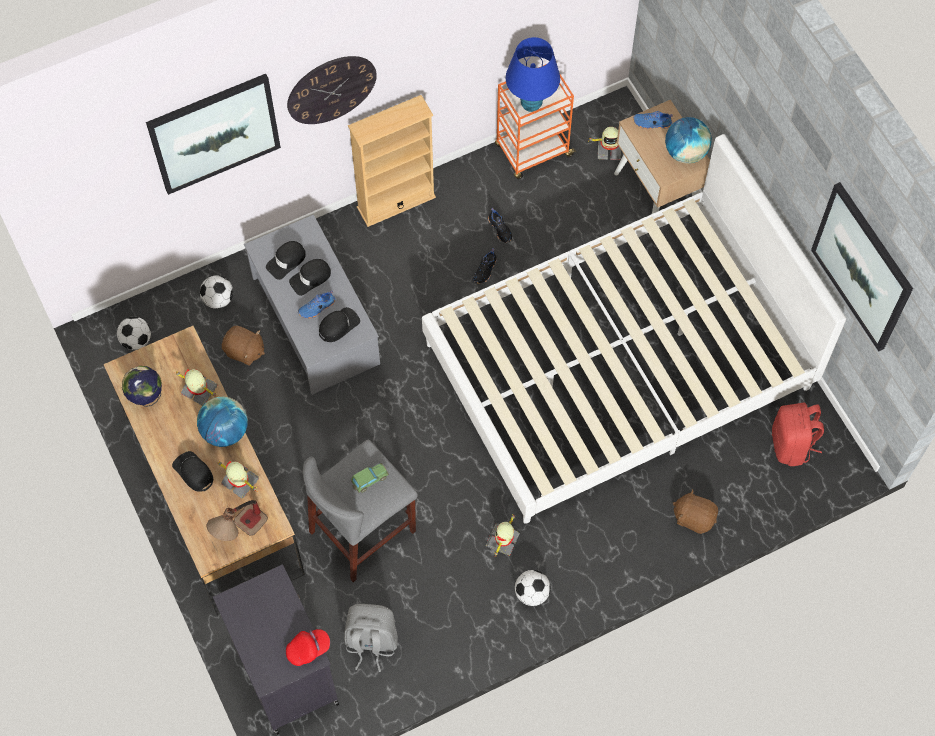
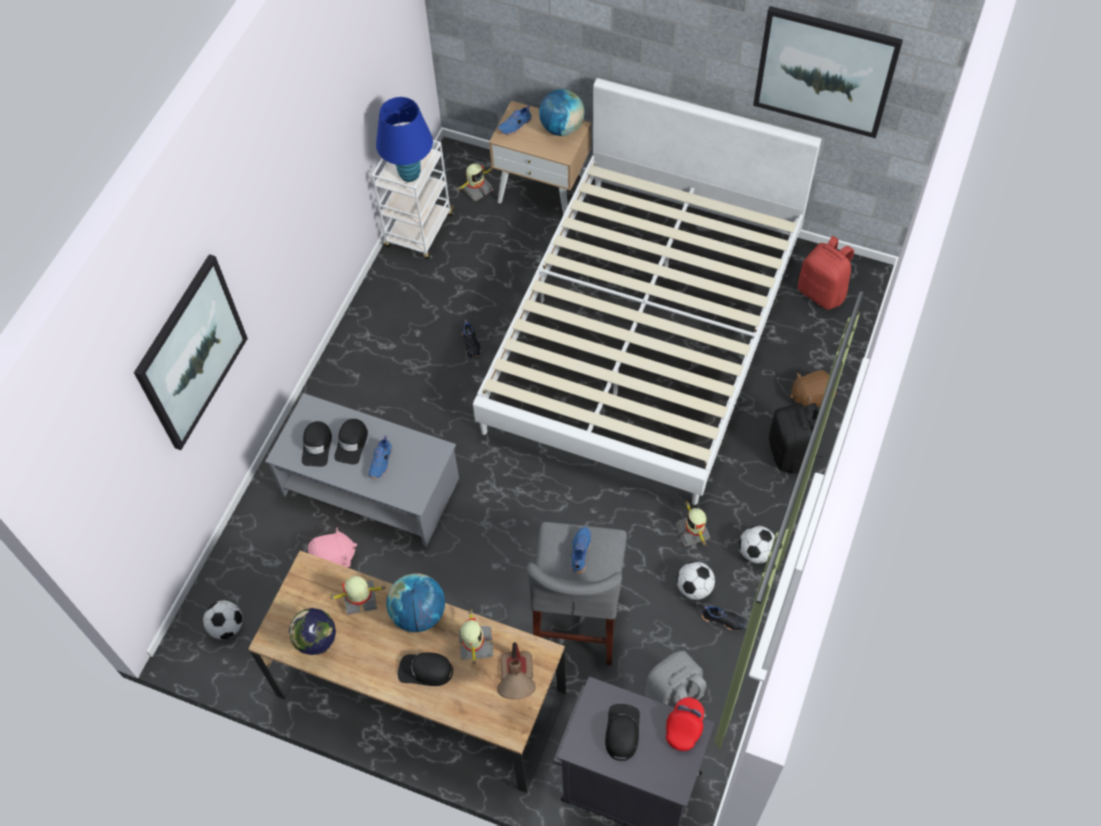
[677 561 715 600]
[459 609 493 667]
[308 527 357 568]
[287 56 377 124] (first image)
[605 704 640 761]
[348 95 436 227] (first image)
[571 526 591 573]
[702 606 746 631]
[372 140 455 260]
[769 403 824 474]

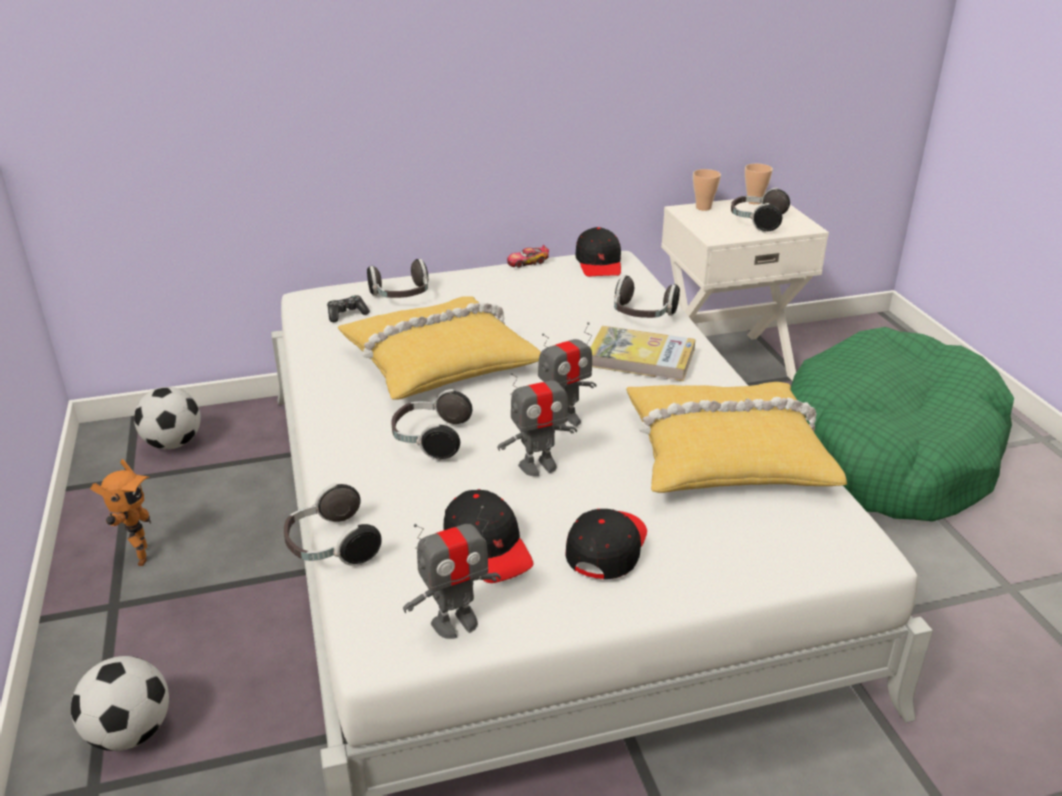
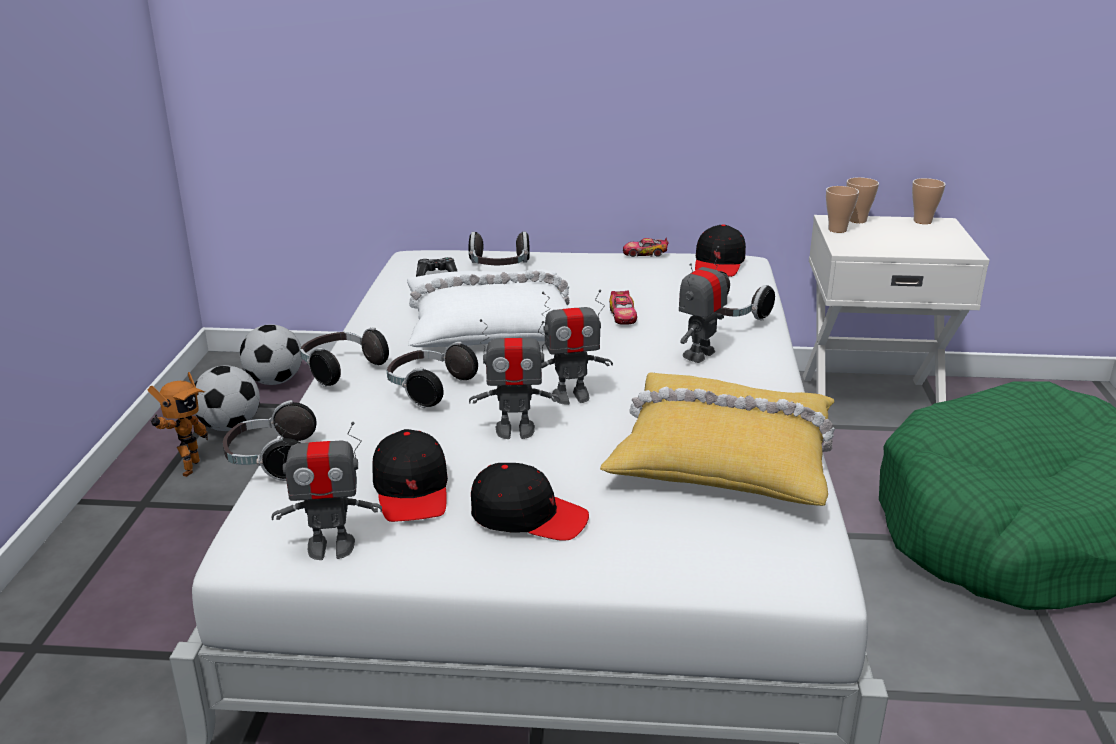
[195 365 260 431]
[407 269 570 347]
[471 463 589 541]
[679 246 727 363]
[300 327 389 387]
[609 290 637 325]
[826 186 859 233]

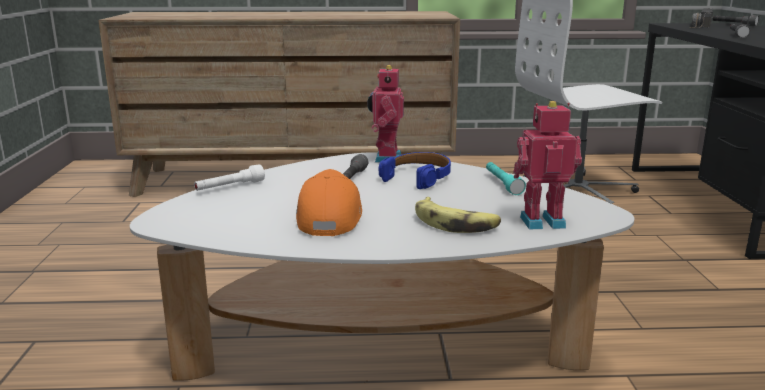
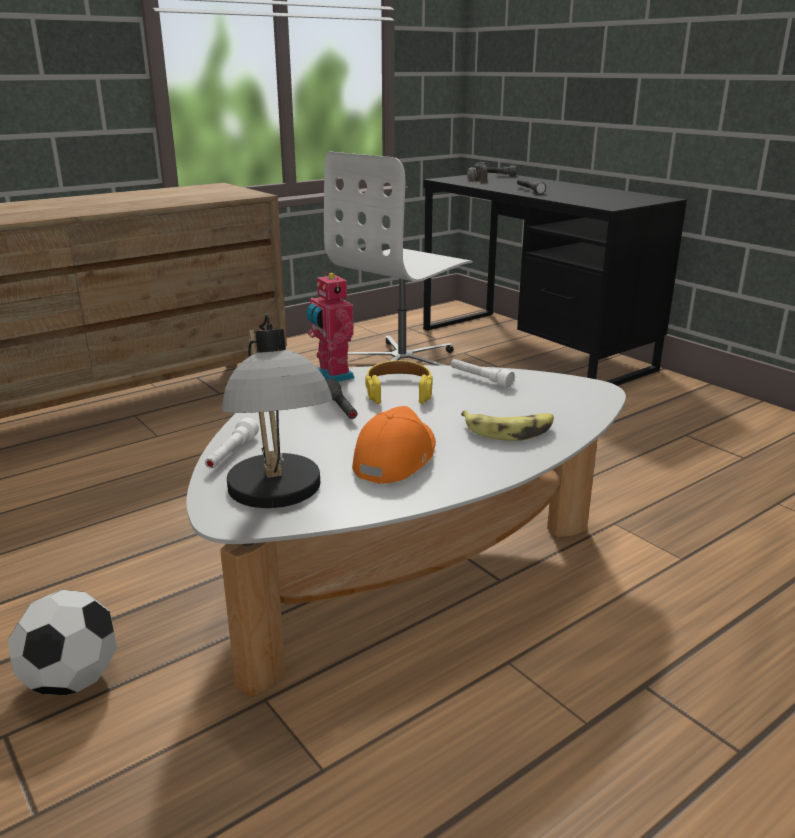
[352 406 436 484]
[365 361 433 404]
[451 359 515 388]
[513 101 582 229] (first image)
[8 590 117 695]
[222 313 332 508]

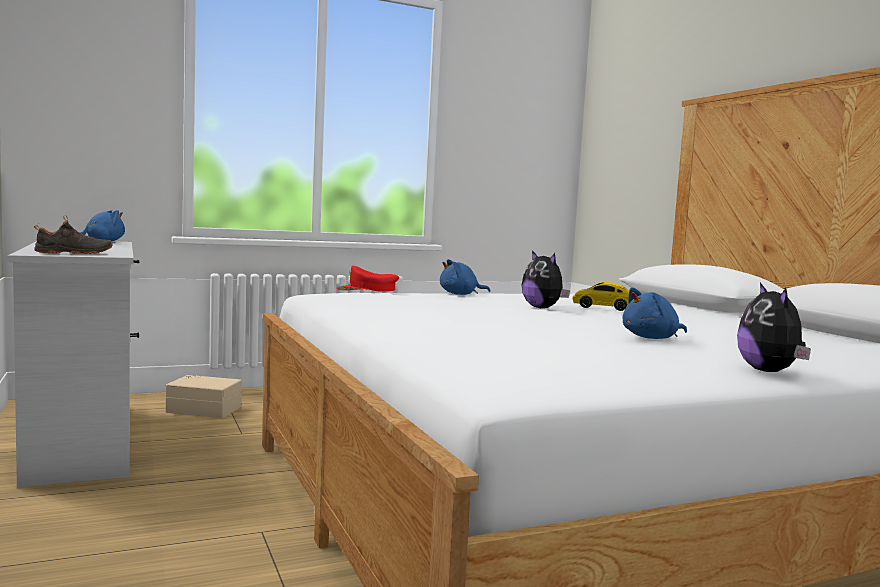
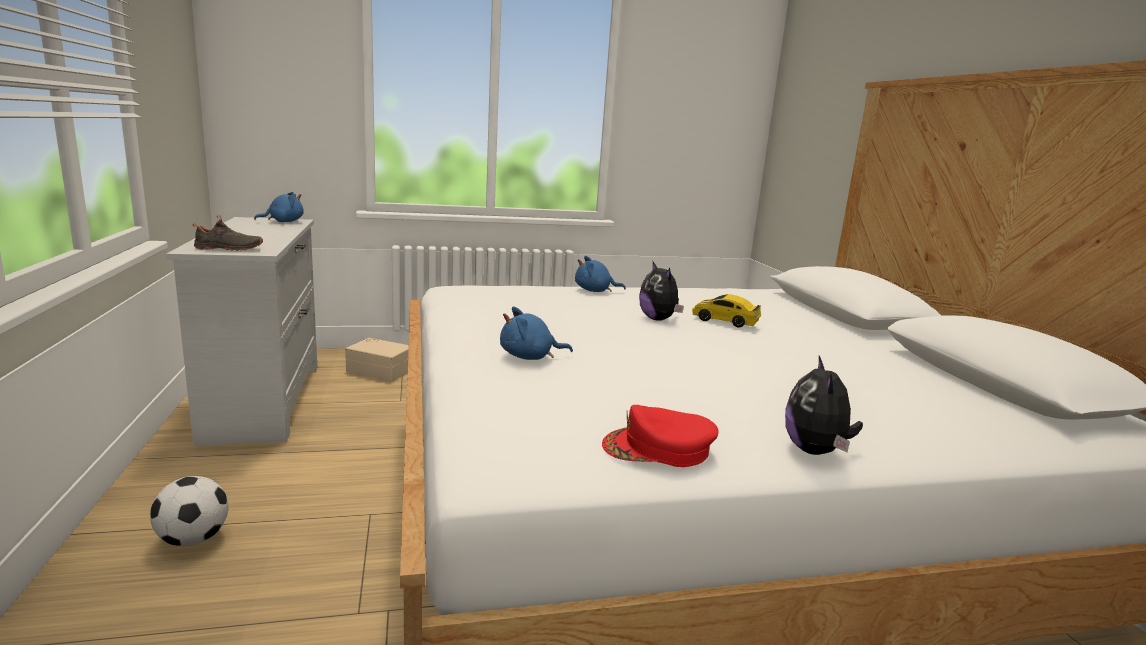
[602 405 719 467]
[500 306 573 360]
[150 476 228 546]

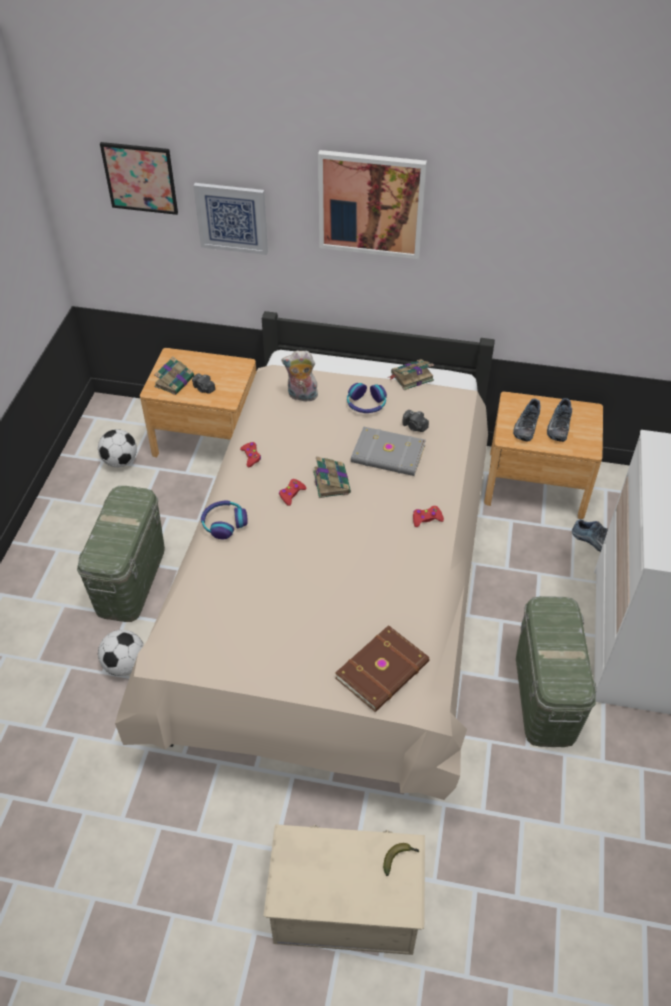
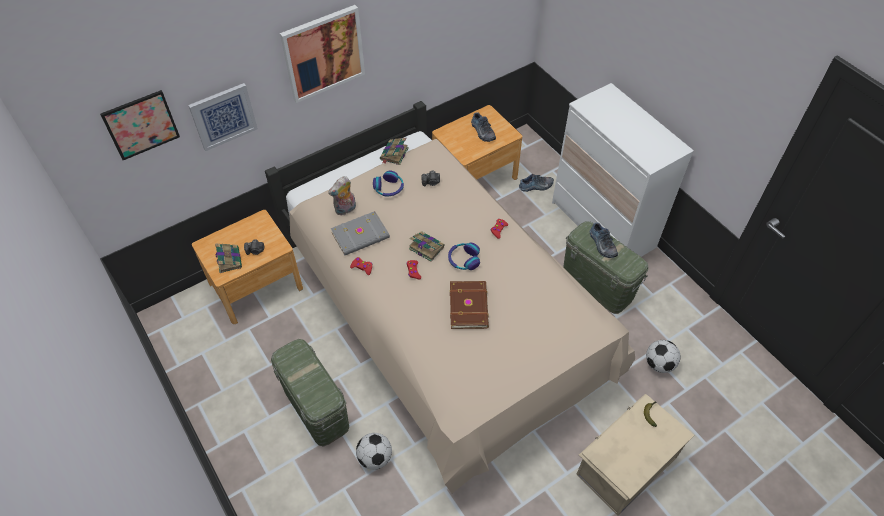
[646 340 681 373]
[448 243 480 270]
[450 281 489 329]
[331 211 390 256]
[590 223 618 258]

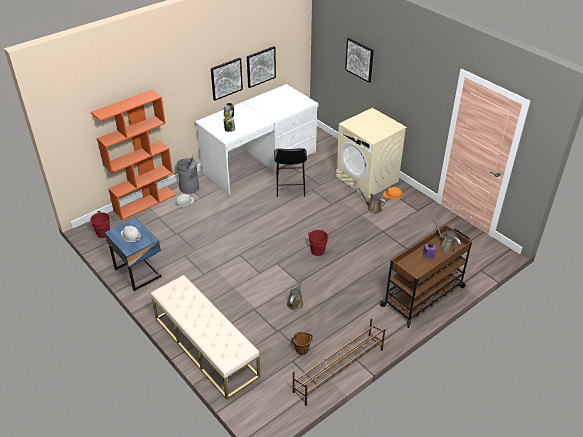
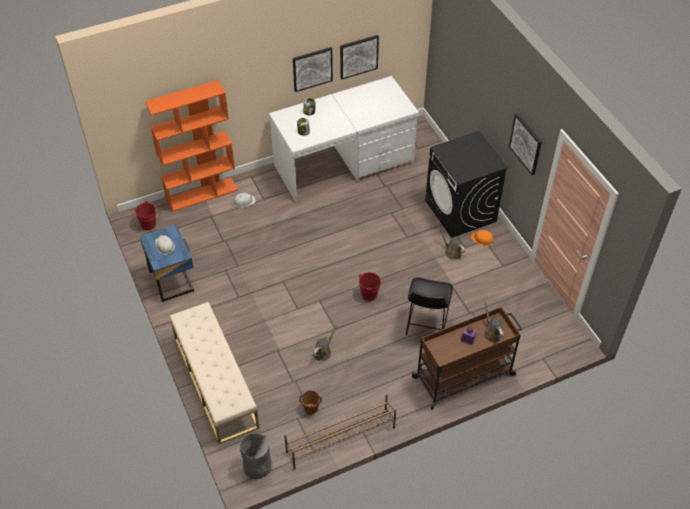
[240 433 272 479]
[406 277 453 335]
[425 131 508 238]
[509 113 542 175]

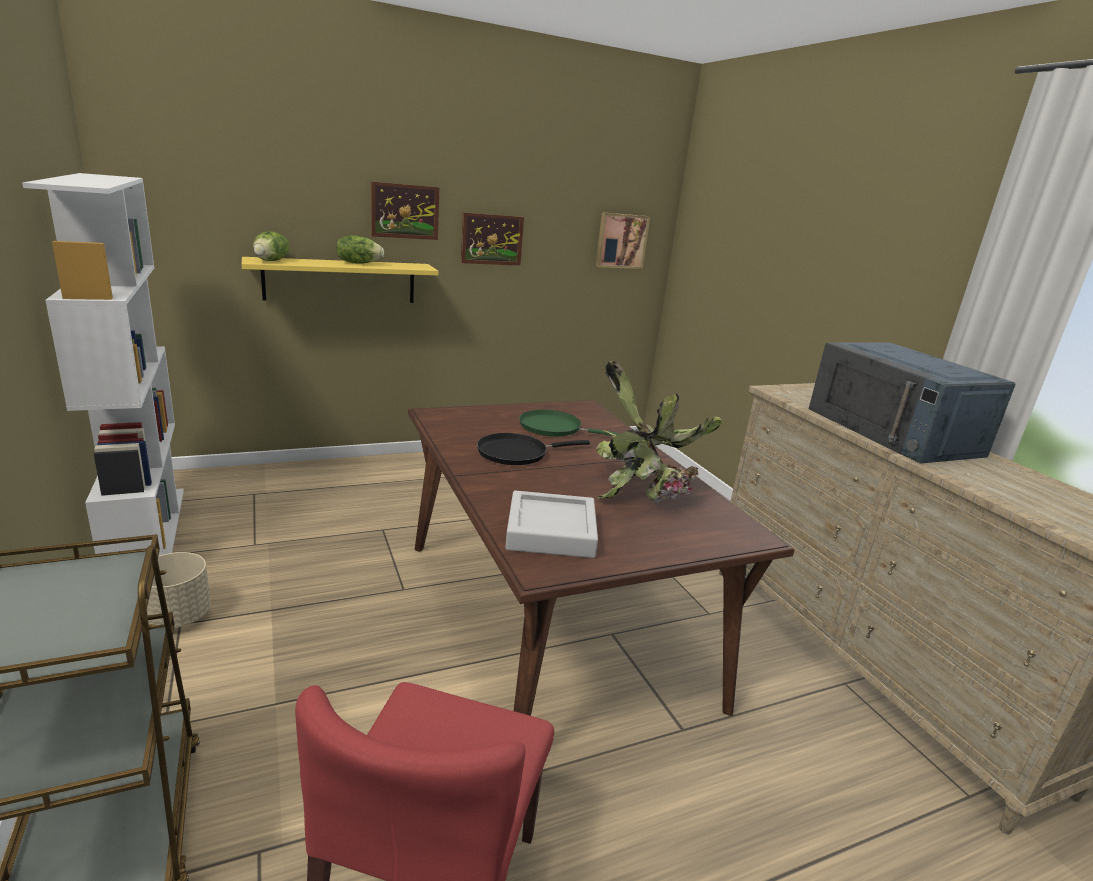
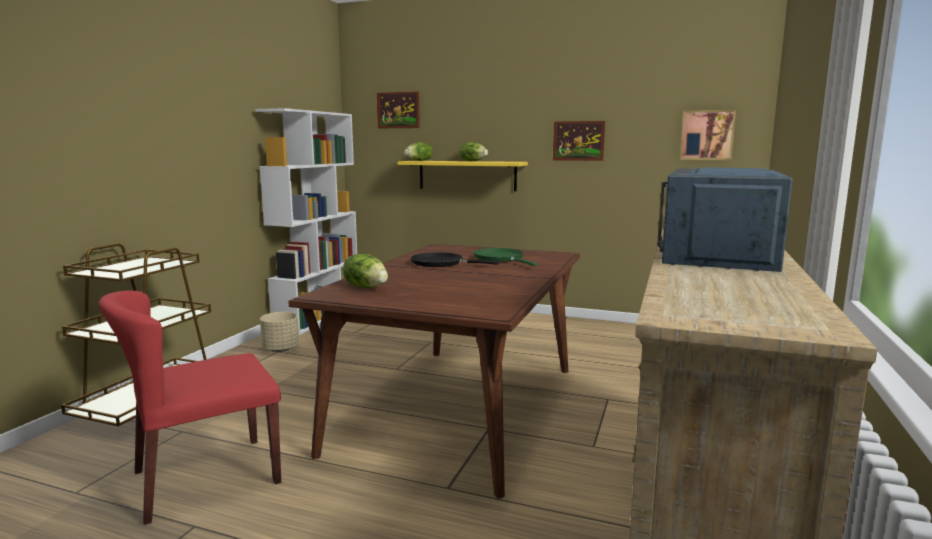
[377 91 420 128]
[343 254 388 288]
[596 361 723 504] (first image)

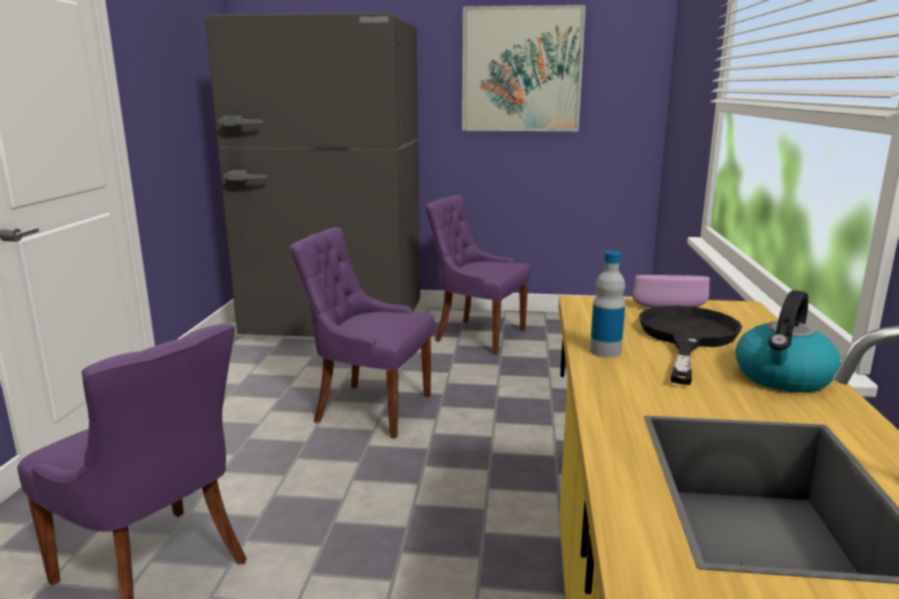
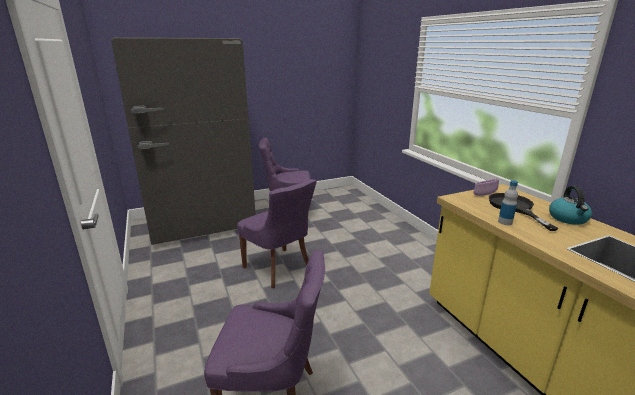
[237 179 317 288]
[462 5 586 131] (first image)

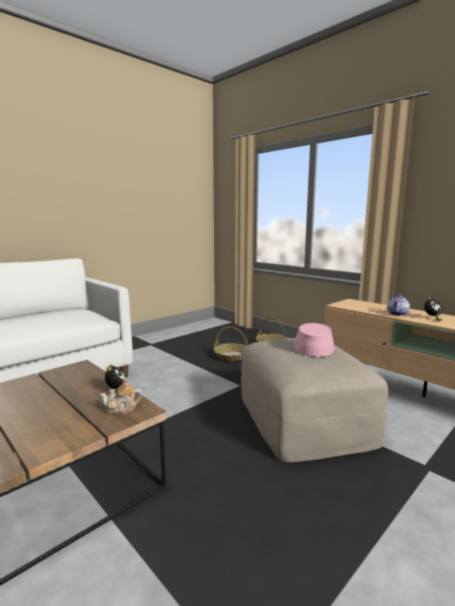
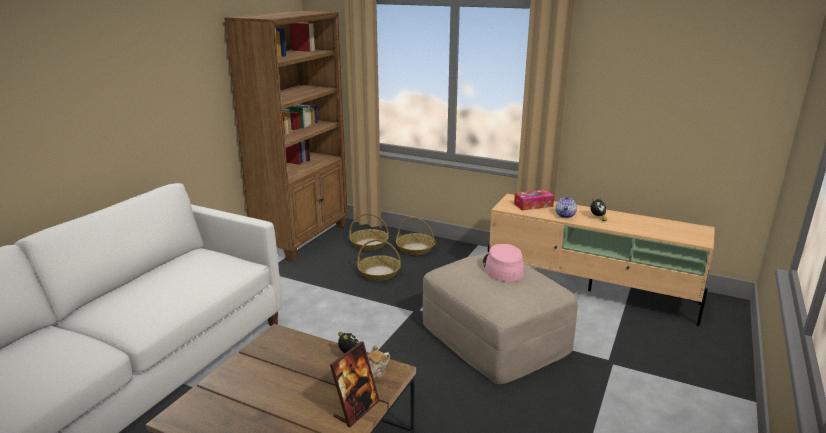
[224 10 348 262]
[330 342 380 427]
[349 213 389 251]
[514 190 554 211]

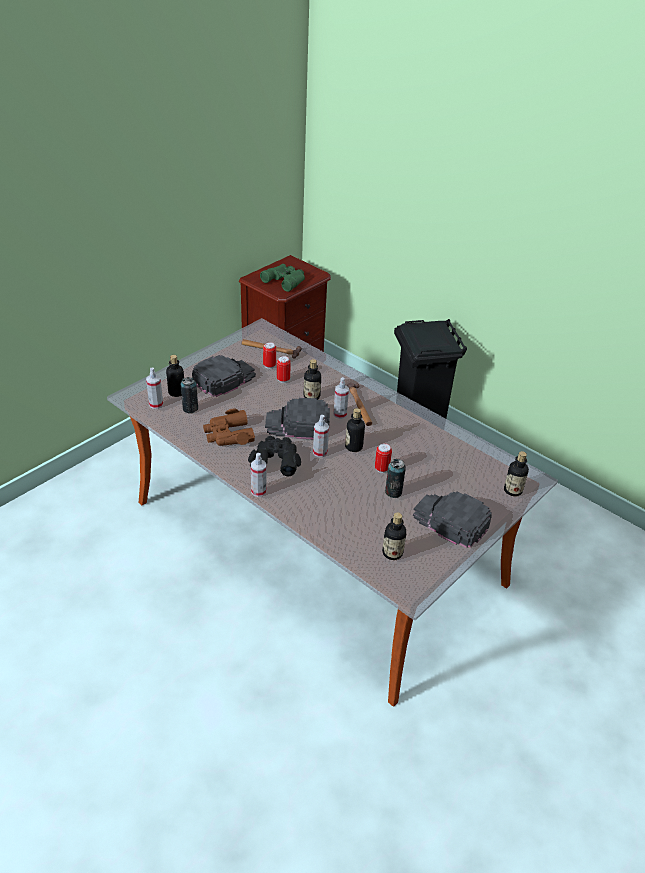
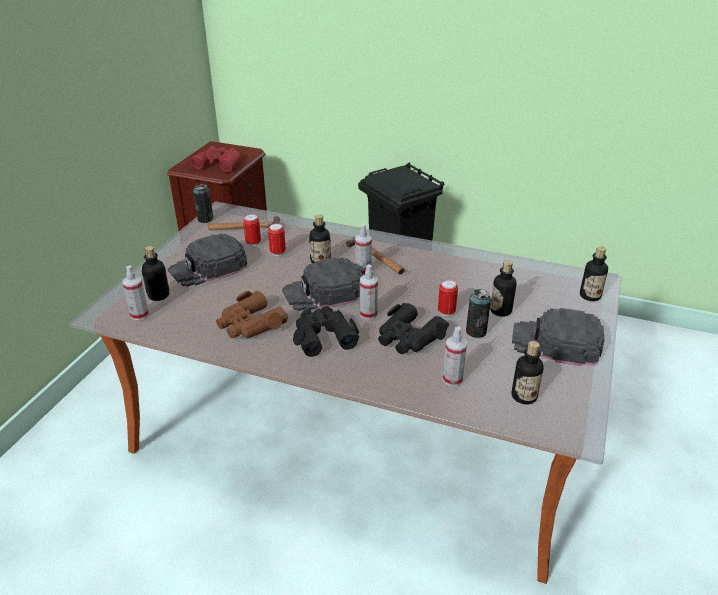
[193 184 214 223]
[168 233 247 287]
[443 326 467 386]
[191 146 241 172]
[490 260 517 317]
[378 303 449 354]

